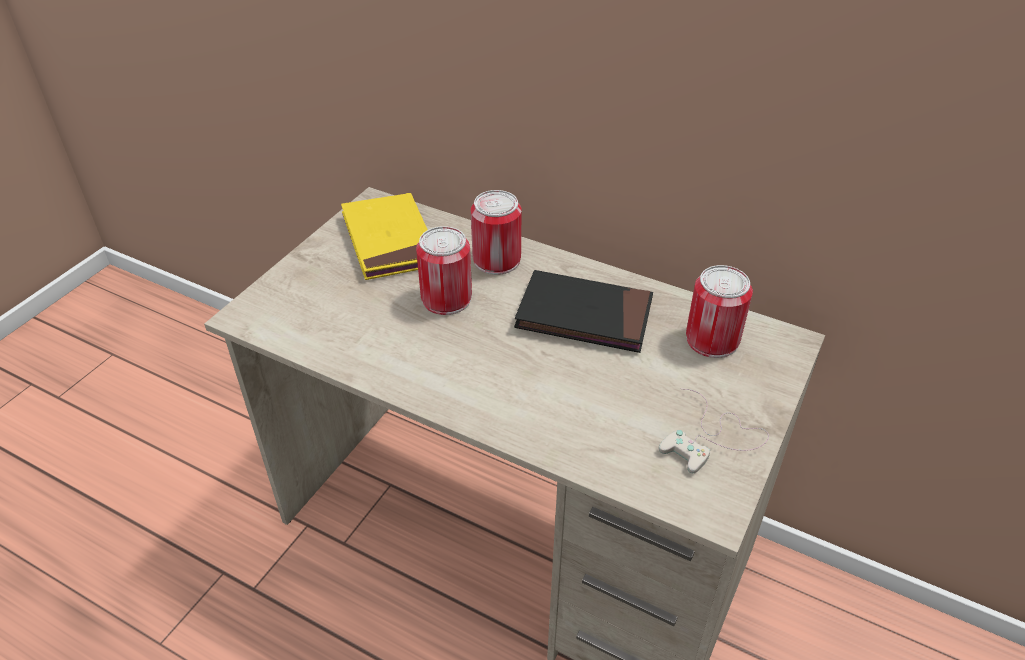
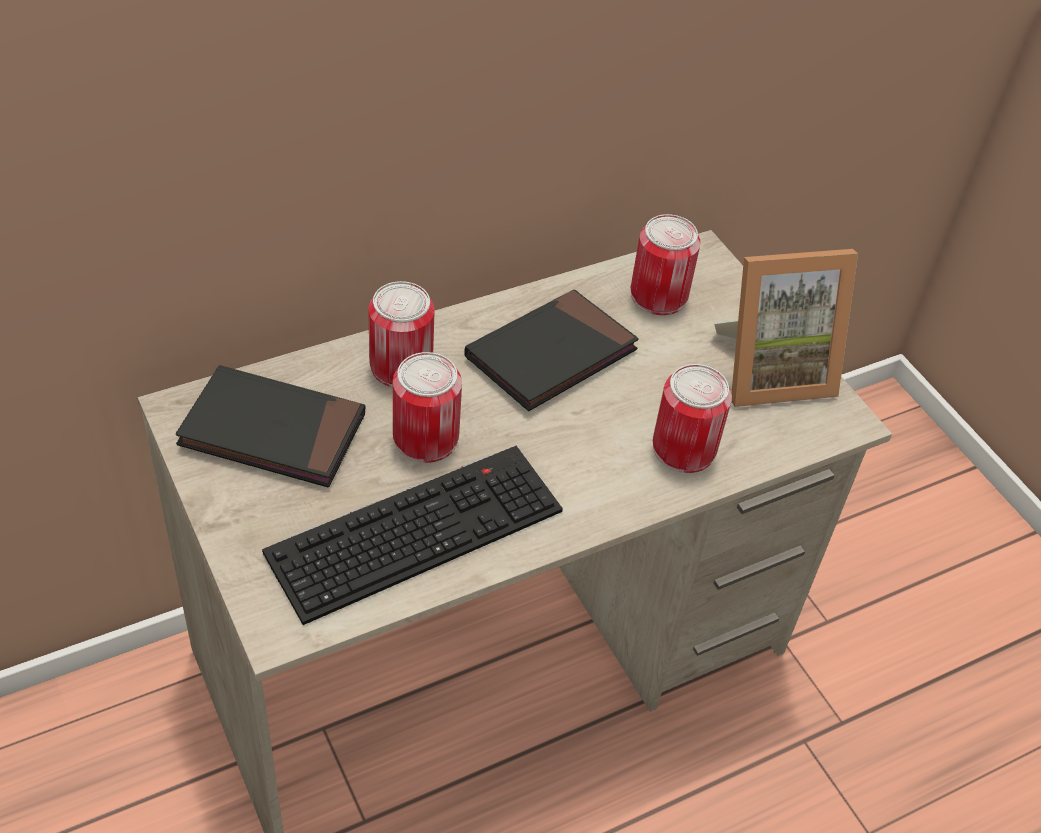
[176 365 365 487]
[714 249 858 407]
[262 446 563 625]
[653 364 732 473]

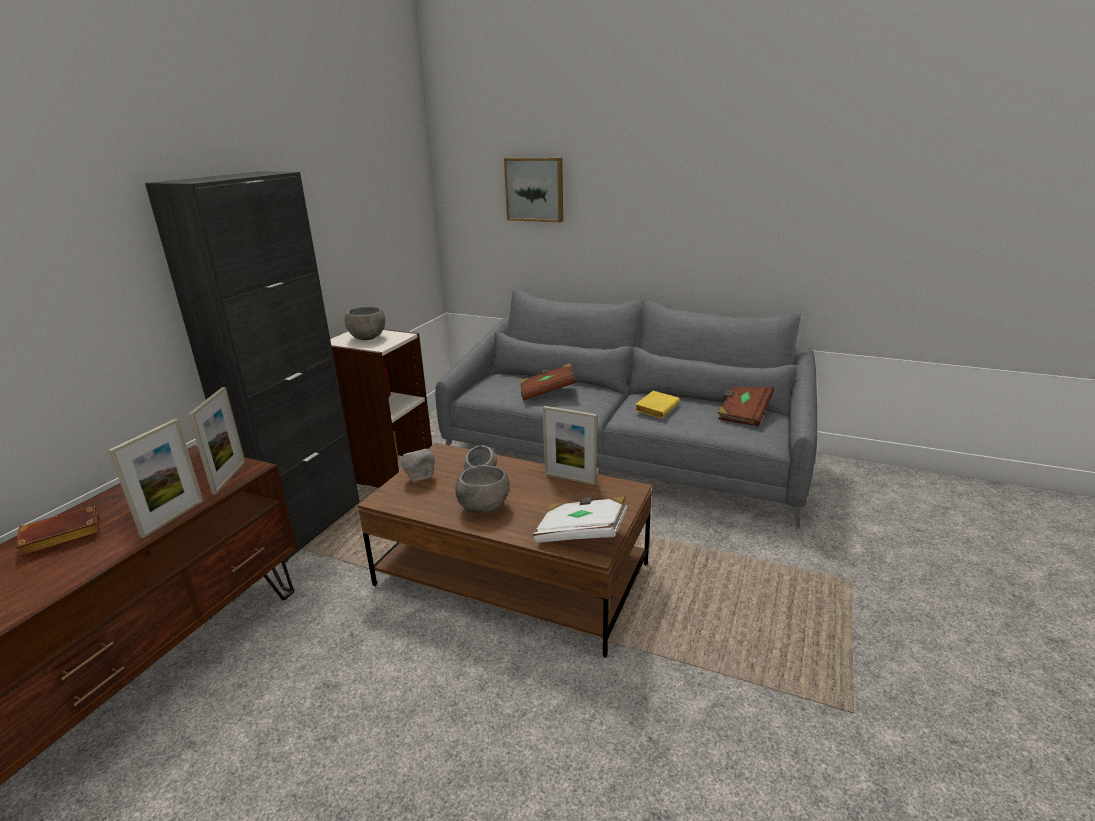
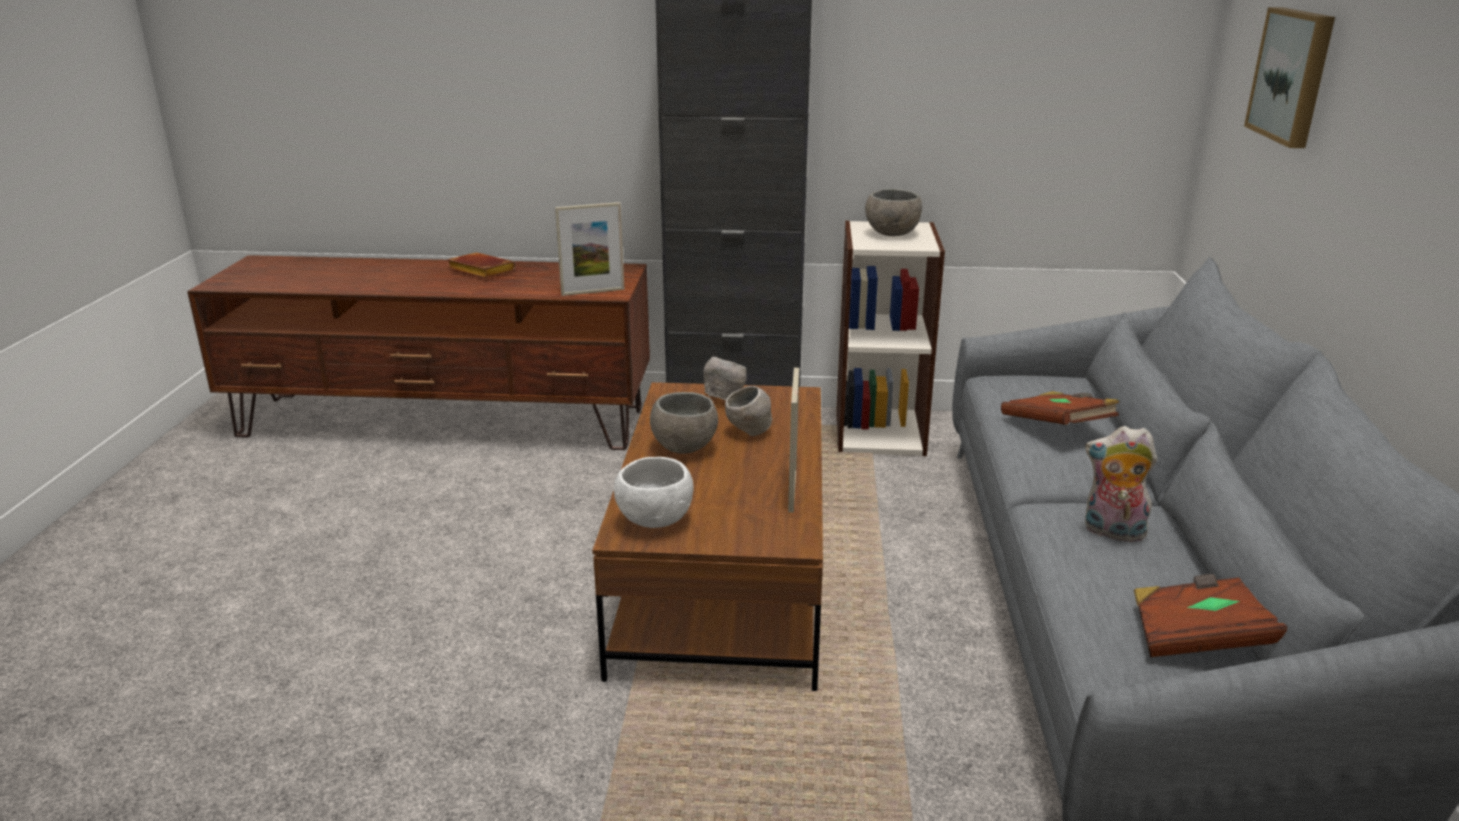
[108 419 203 538] (first image)
[614 457 694 528]
[1085 426 1157 542]

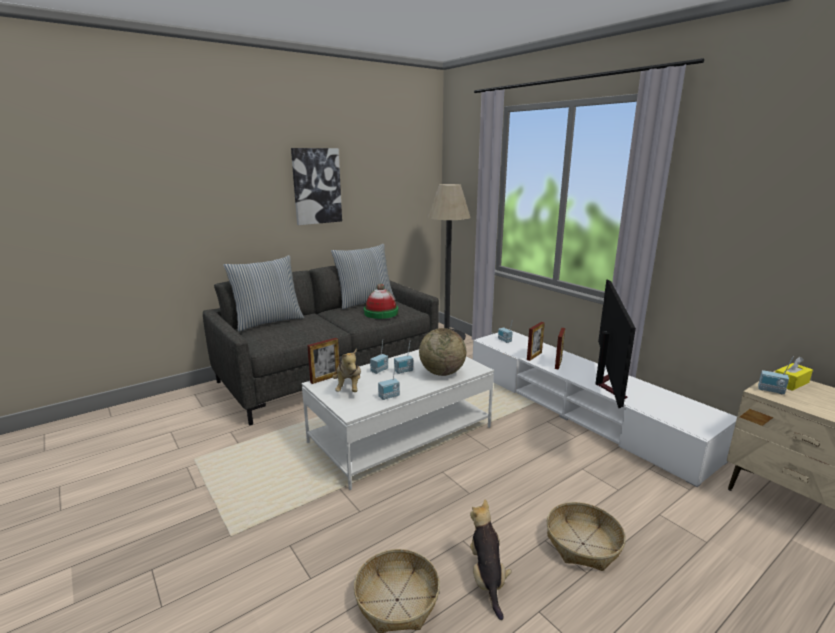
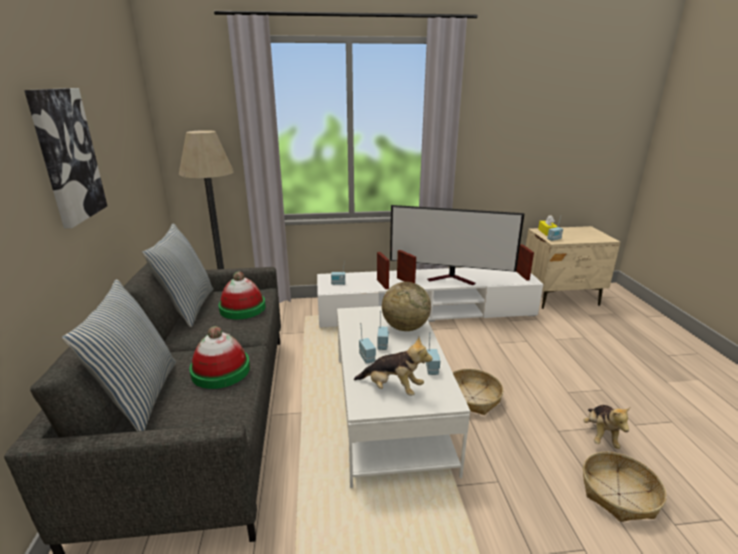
[516 244 534 281]
[583 405 630 449]
[452 369 503 415]
[390 205 525 285]
[190 326 250 389]

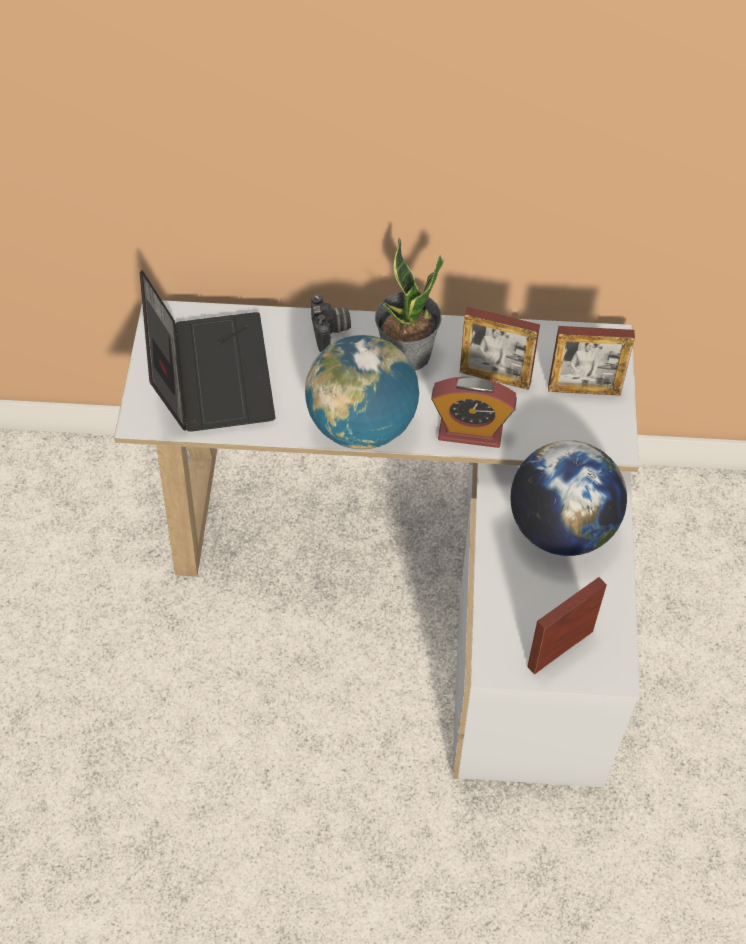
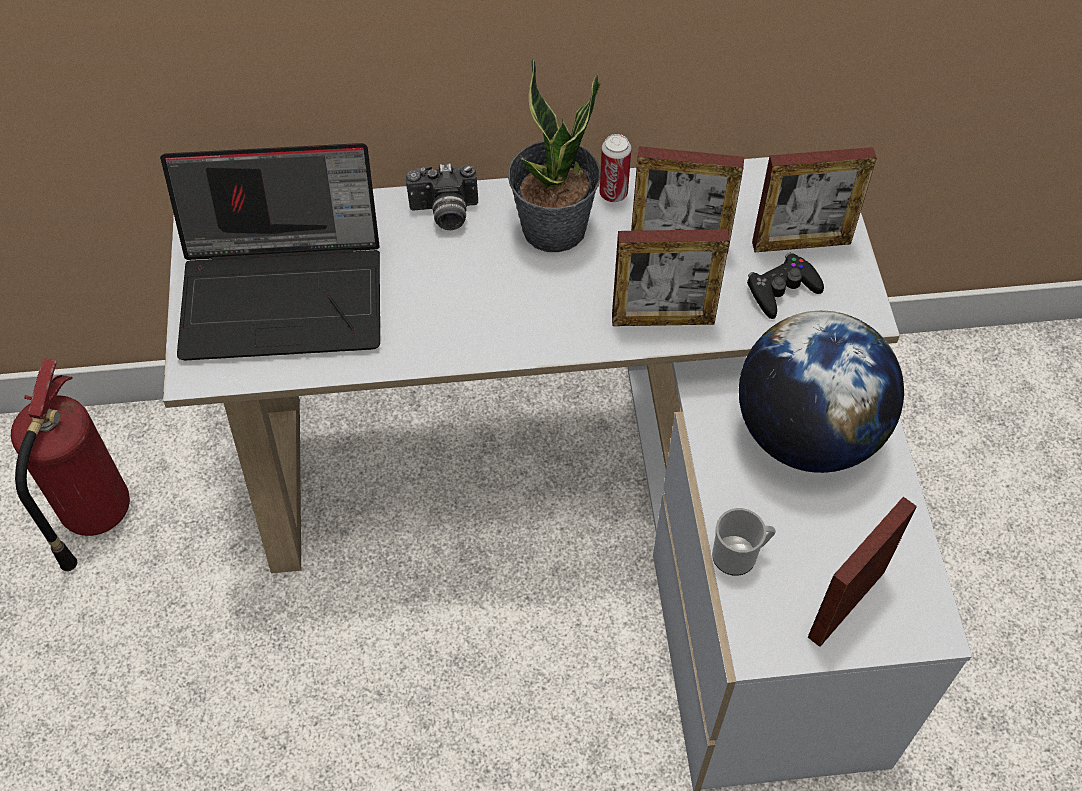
[160 143 380 360]
[305 335 419 449] (first image)
[406 164 478 230]
[612 229 730 326]
[11 358 130 571]
[599 134 631 202]
[712 508 776 576]
[747 253 824 319]

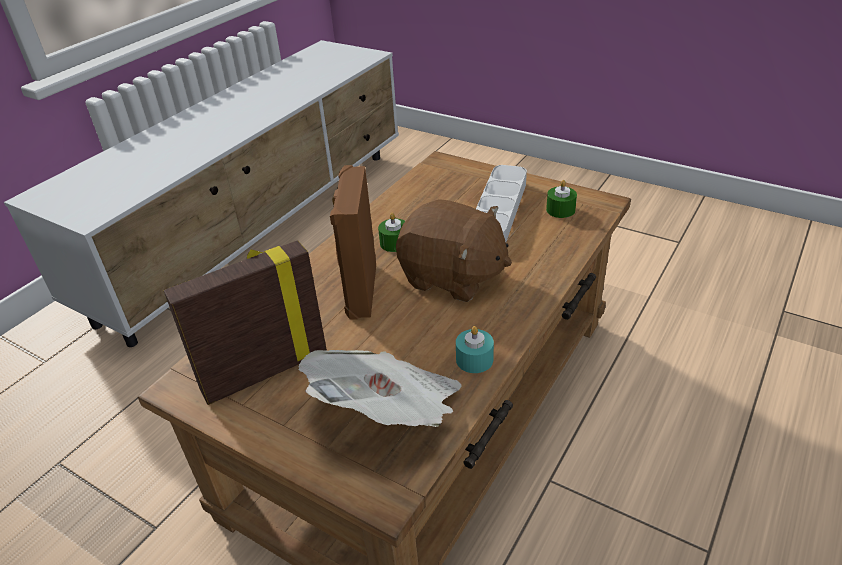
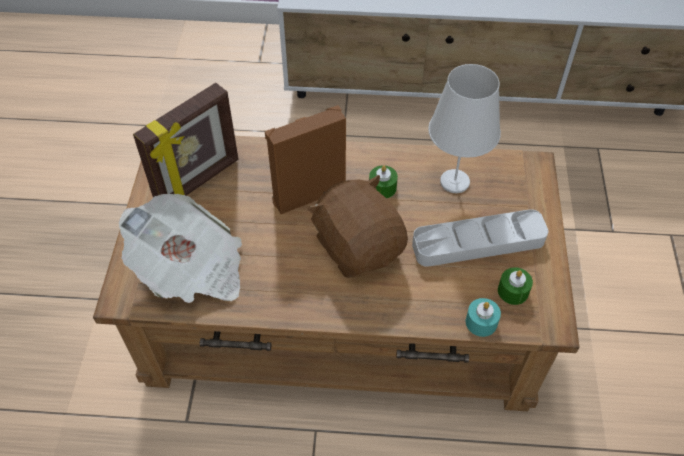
[133 83 238 197]
[308 175 408 278]
[466 298 501 337]
[428 64 501 193]

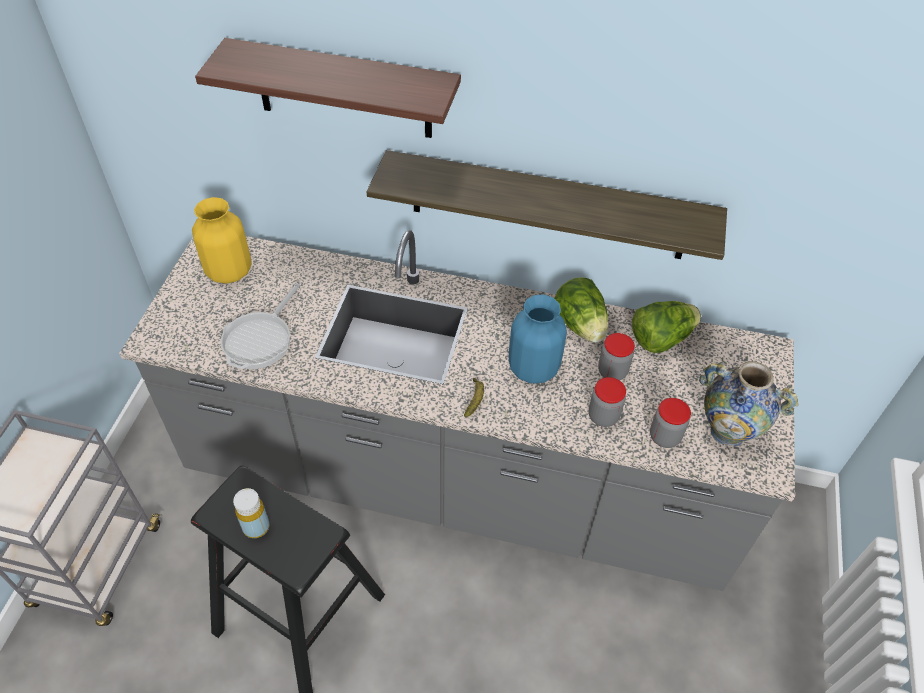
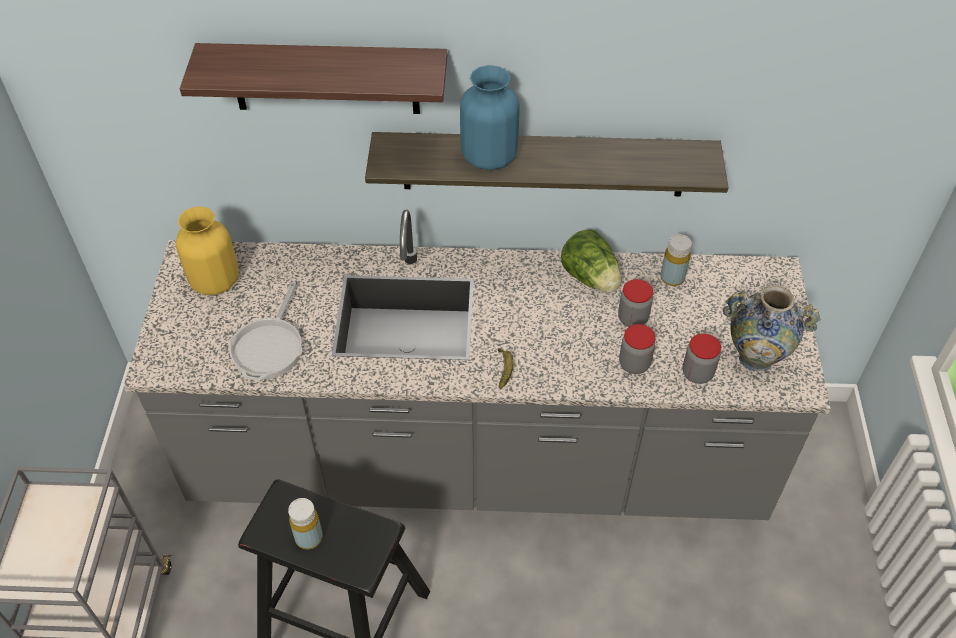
[460 65 520 170]
[660 234 692 286]

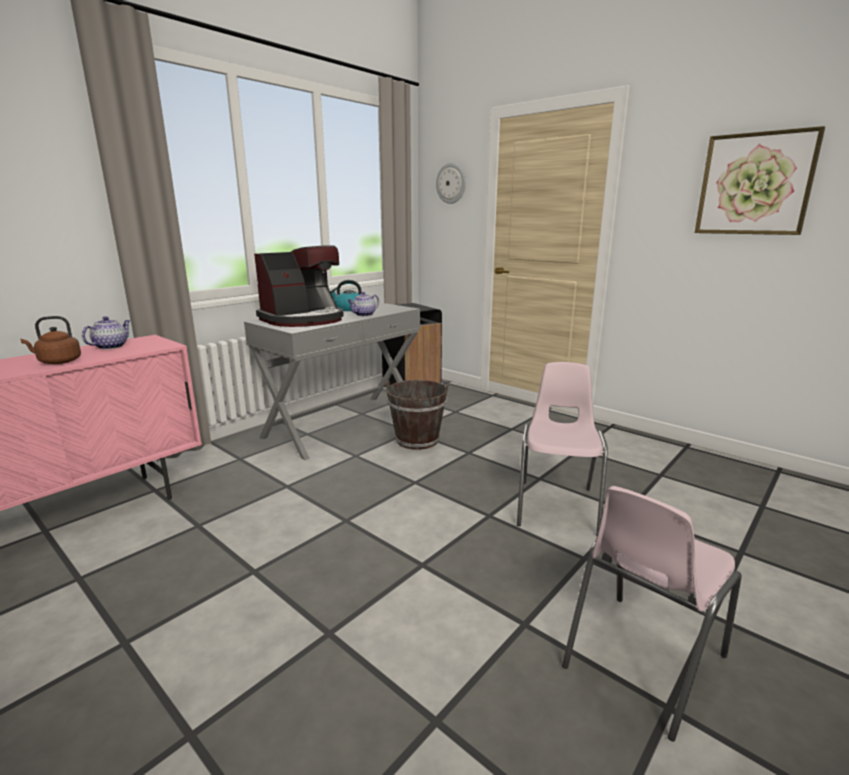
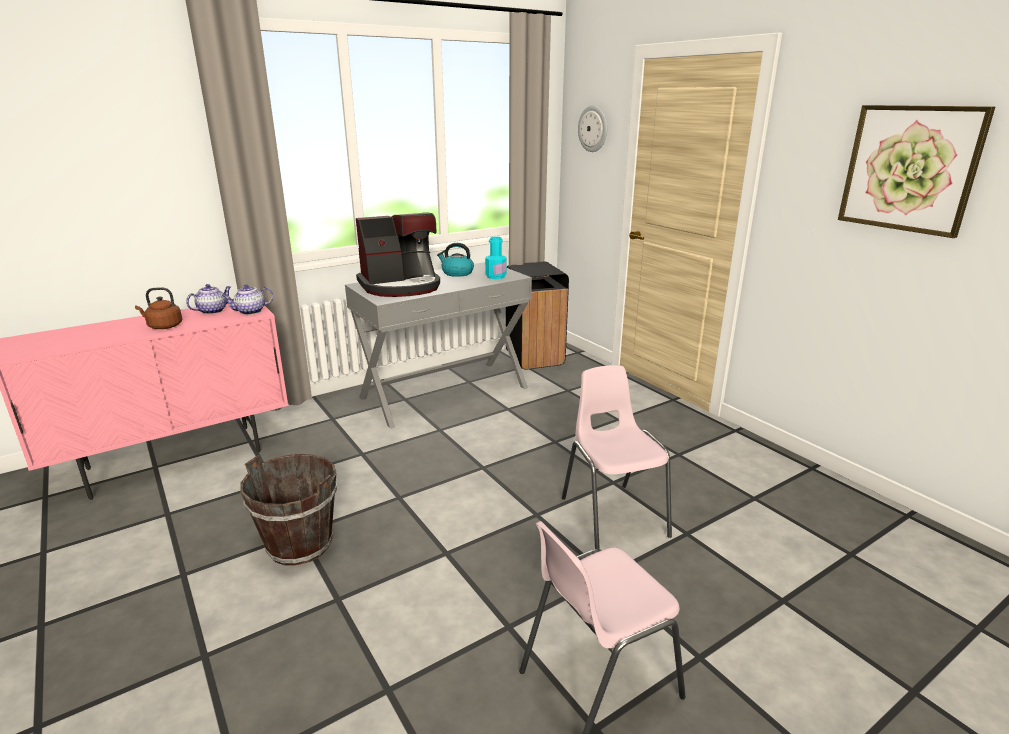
[222 284 273 315]
[240 454 337 566]
[562 365 672 549]
[485 237 506 279]

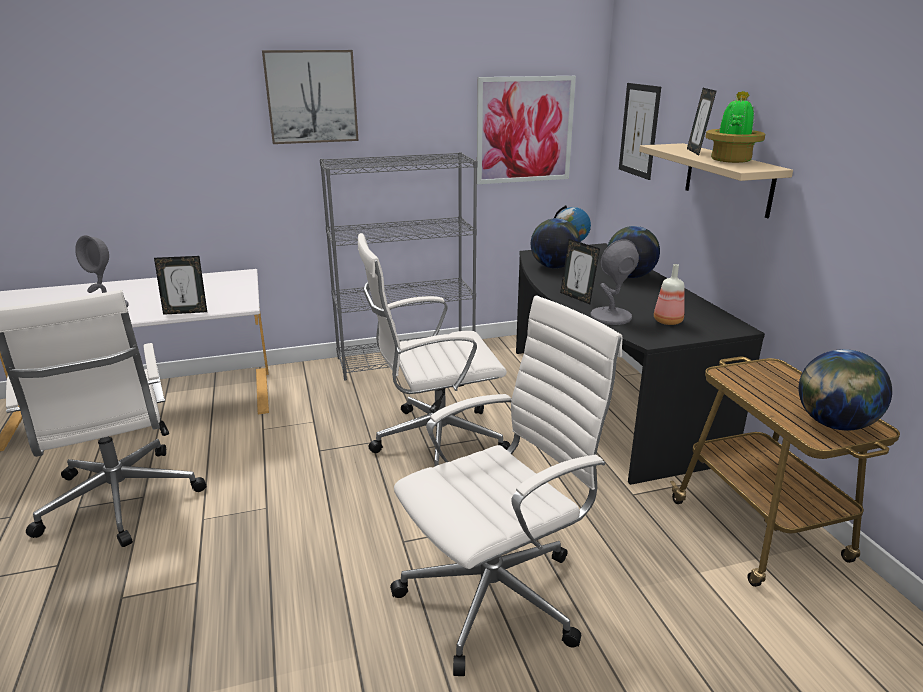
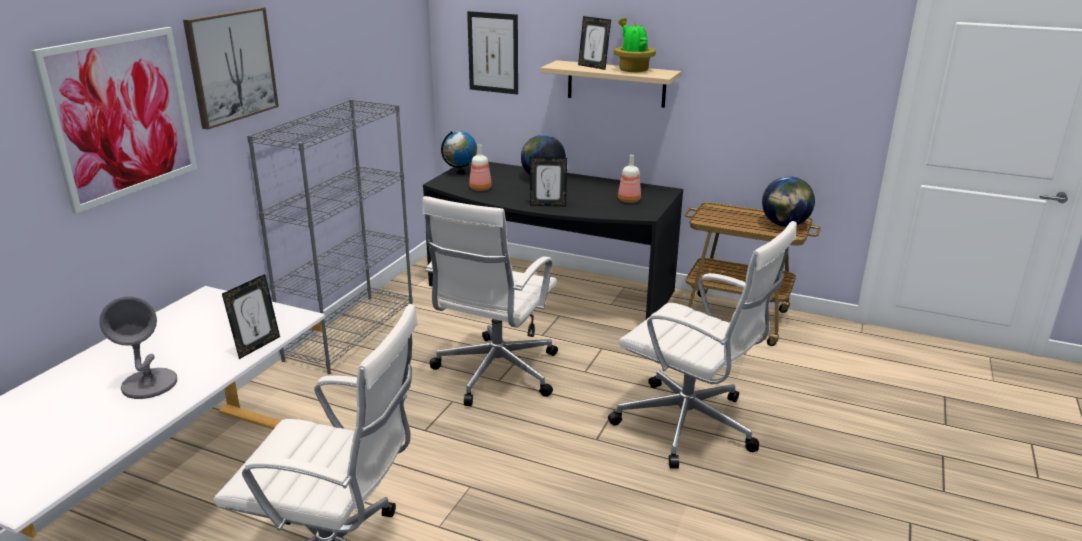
[608 221 797 469]
[31 27 197 214]
[469 144 492 191]
[590 239 639 325] (first image)

